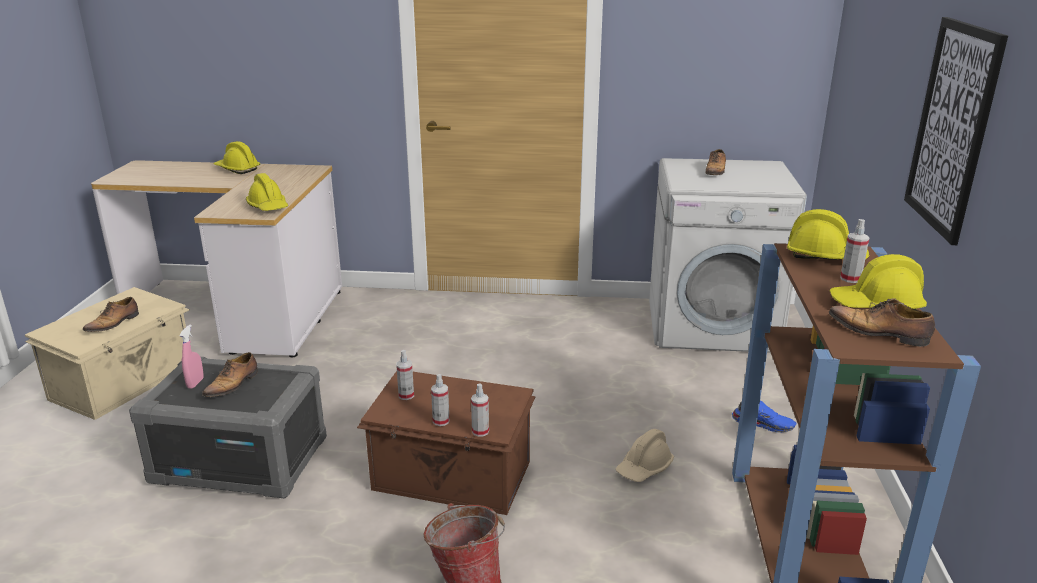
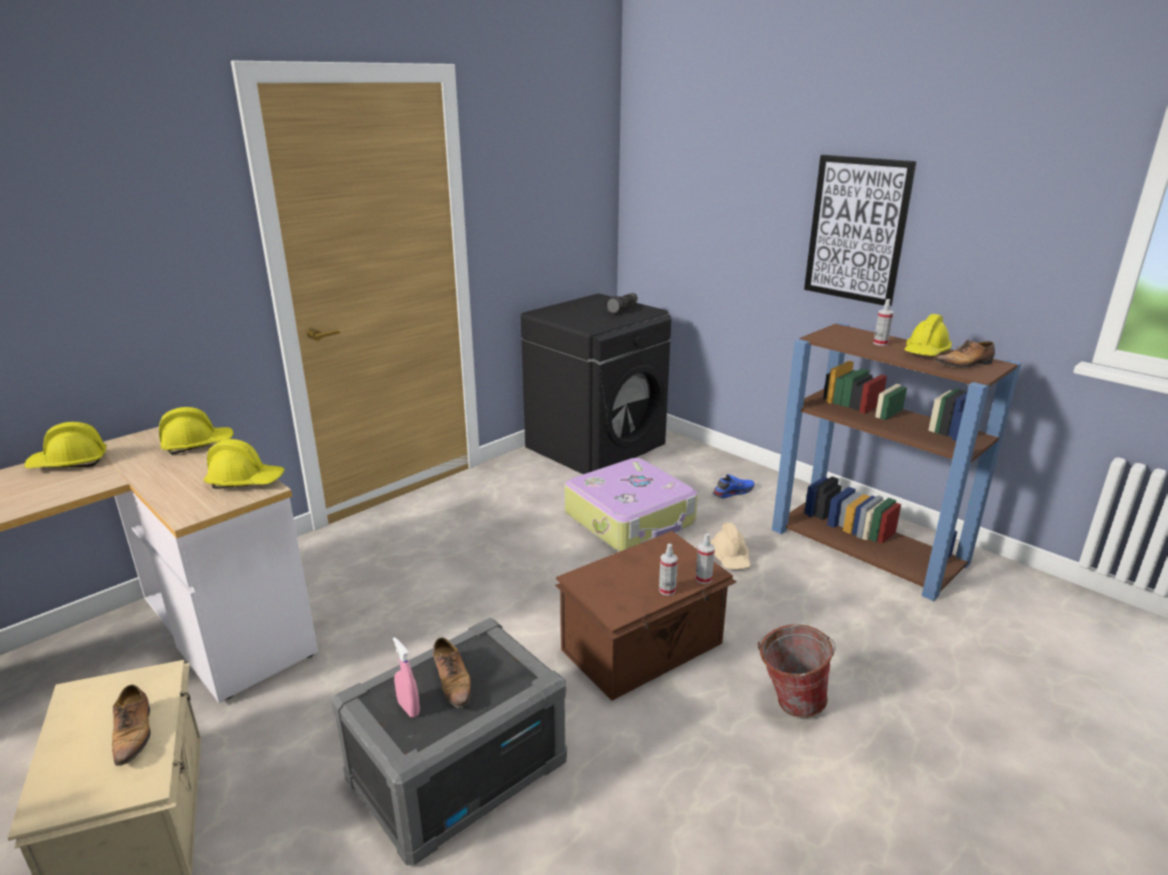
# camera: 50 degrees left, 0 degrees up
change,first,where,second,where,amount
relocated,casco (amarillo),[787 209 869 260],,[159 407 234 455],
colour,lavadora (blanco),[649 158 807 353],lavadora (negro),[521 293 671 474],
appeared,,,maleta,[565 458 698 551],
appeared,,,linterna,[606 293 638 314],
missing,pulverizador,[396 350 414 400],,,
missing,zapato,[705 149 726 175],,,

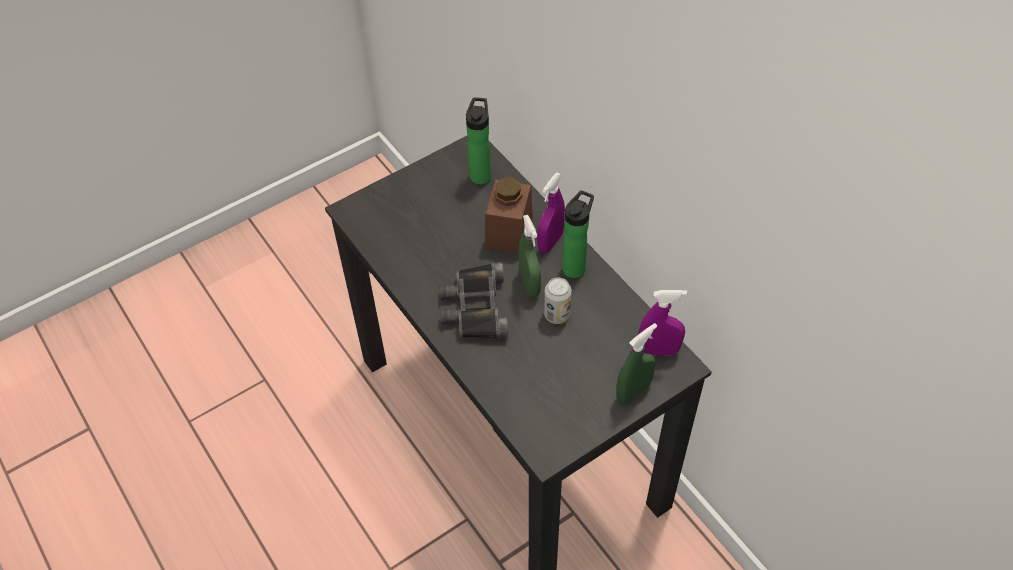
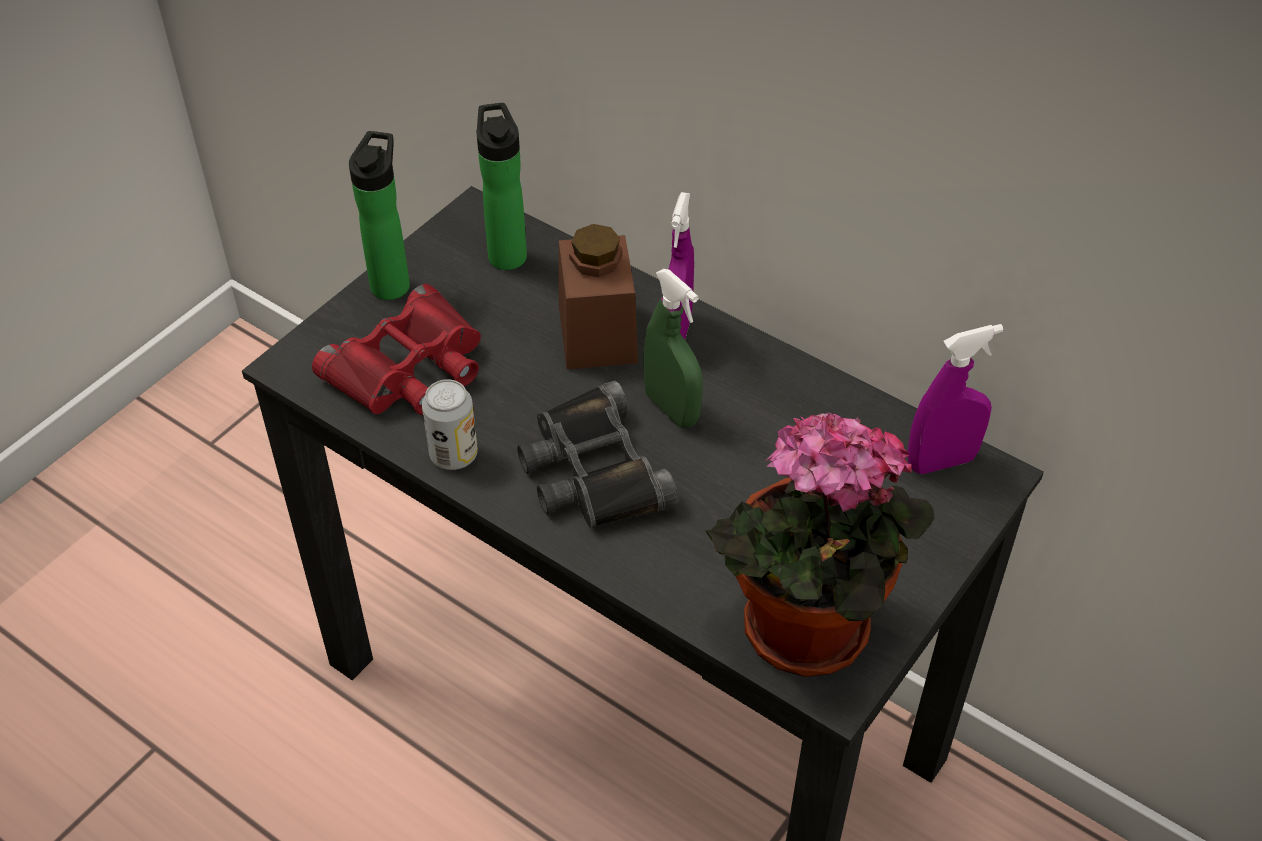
# camera: 20 degrees left, 5 degrees down
change,first,where,second,where,amount
appeared,,,prismáticos (rojo),[312 284 481 415],
relocated,botella,[563 190 594 278],,[349 131 410 300],
relocated,lata,[544 278 572 324],,[422 379 478 470],
appeared,,,planta en maceta,[705 412 934 677],
missing,pulverizador (verde),[616 323 657 404],,,

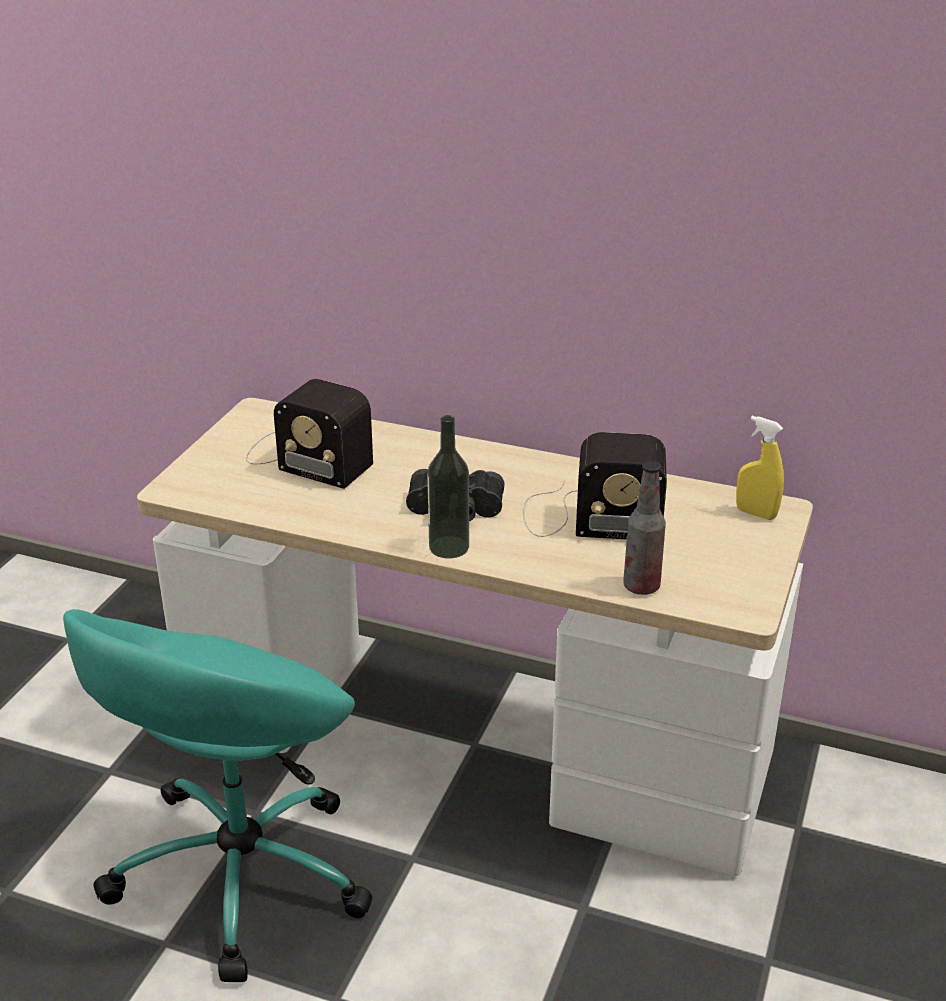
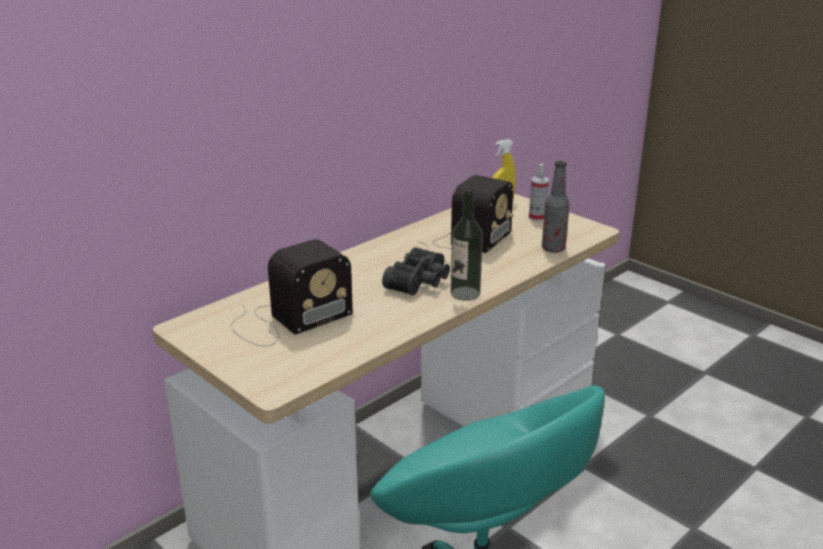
# camera: 65 degrees left, 5 degrees down
change,first,where,second,where,amount
appeared,,,pulverizador,[529 164 549 221],

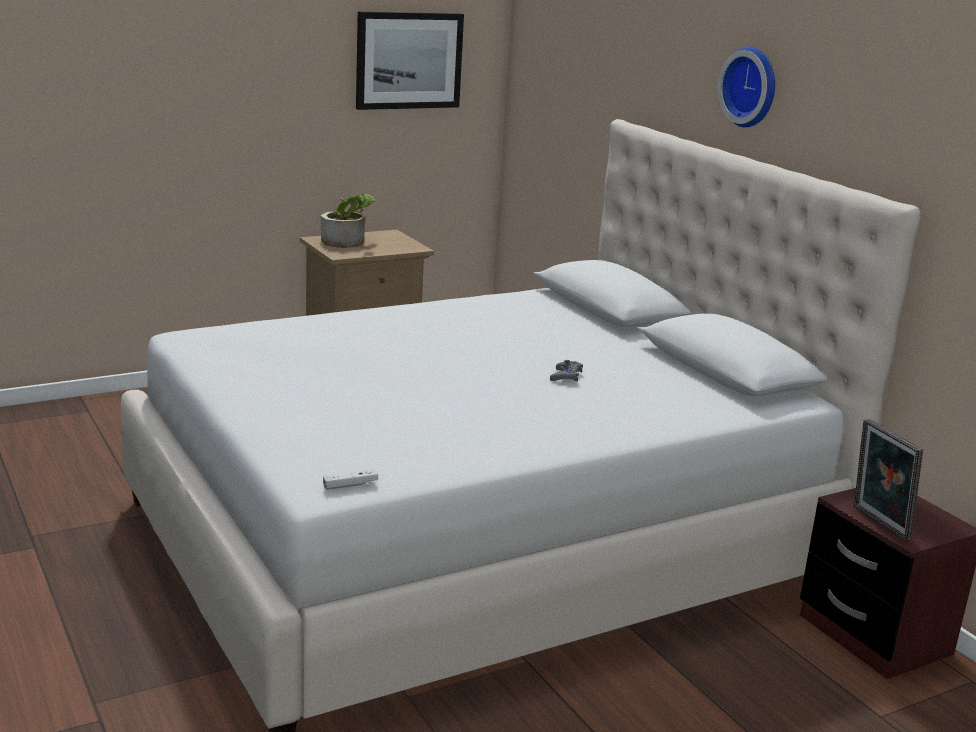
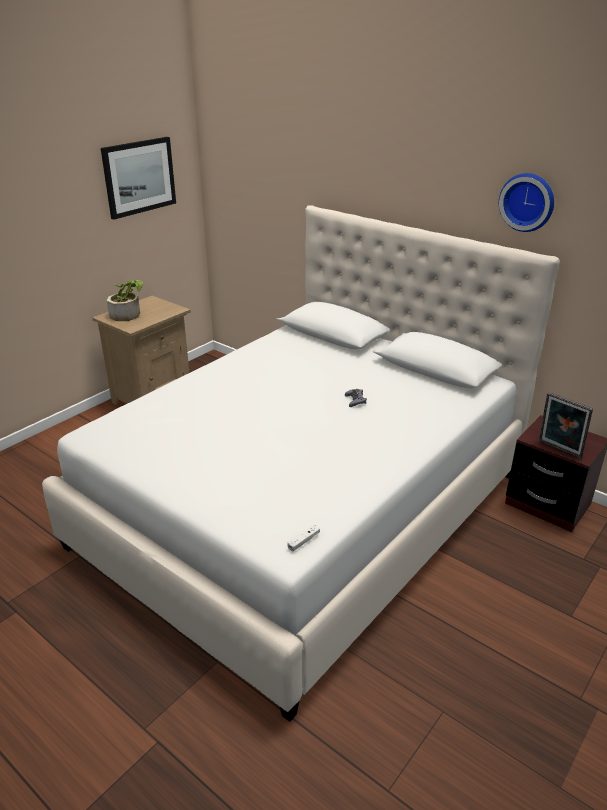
# camera: 20 degrees left, 10 degrees up
change,first,where,second,where,amount
relocated,reloj de pared,[717 46 775 127],,[499 173 554 232],

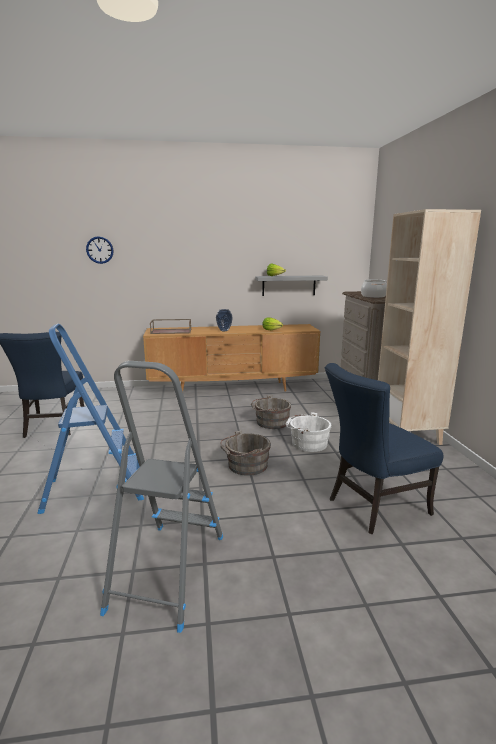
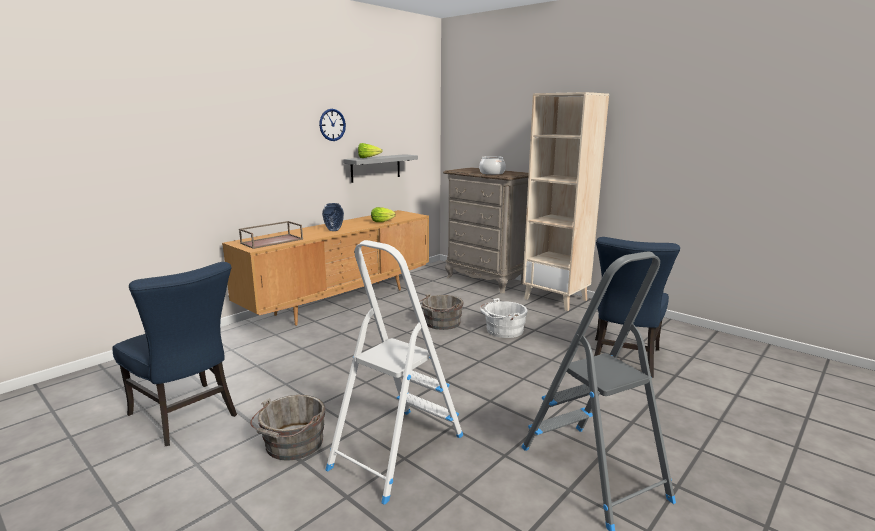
# camera: 40 degrees left, 0 degrees up
change,first,where,second,where,amount
relocated,cubo (gris),[220 431 271 476],,[250 395 325 460],
relocated,reloj de pared,[86 236 114 264],,[319 109 346 141],
colour,escalera de tijera (azul),[37 324 144 514],escalera de tijera (blanco),[326 240 463 505],

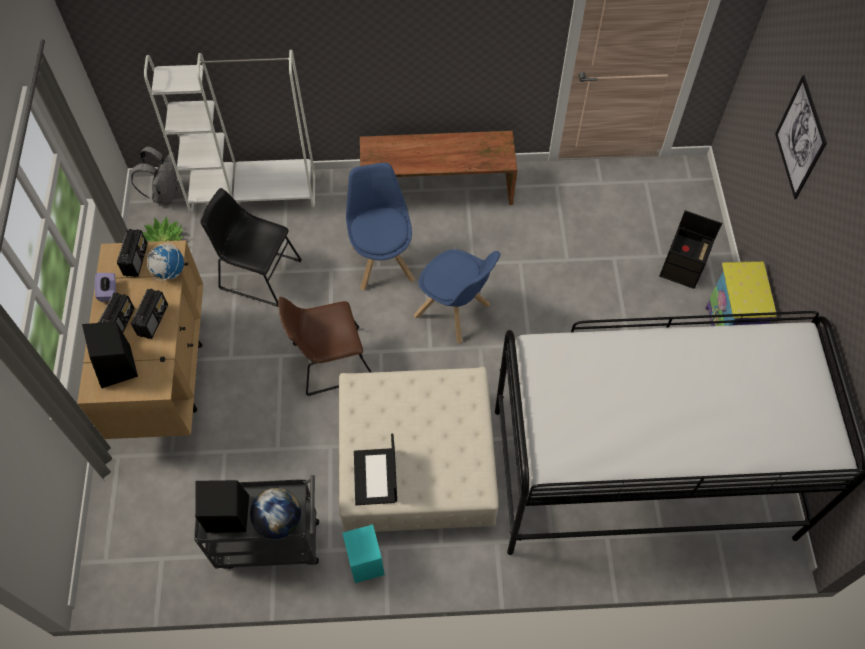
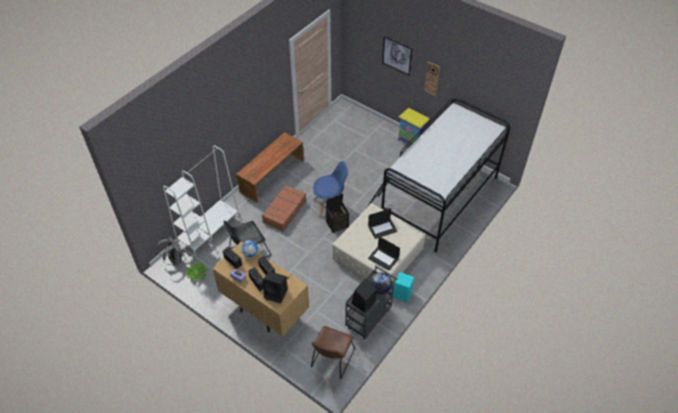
# camera: 50 degrees left, 10 degrees down
change,first,where,second,where,amount
exchanged,silla (azul),[346 163 415 291],maleta (marrón),[262 185 306 232],
relocated,silla (marrón),[278 297 371 396],,[311 326 355 379],
relocated,caja de almacenaje (negro),[659 210 722 289],,[326 194 349 233],
appeared,,,portátil,[368 208 397 239],
appeared,,,reloj de pared,[424 62 440 96],

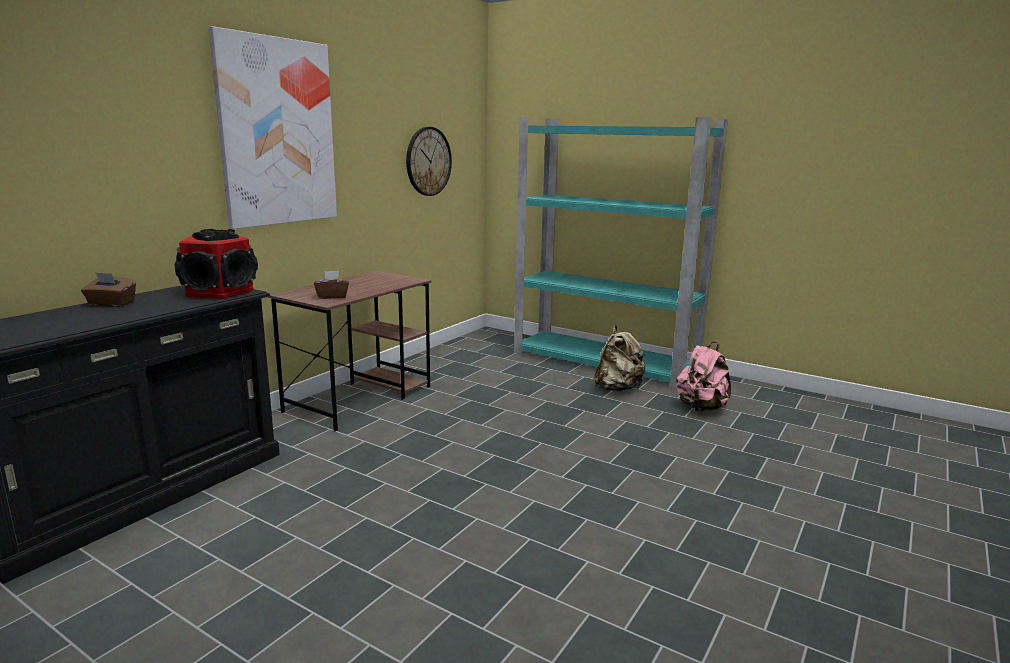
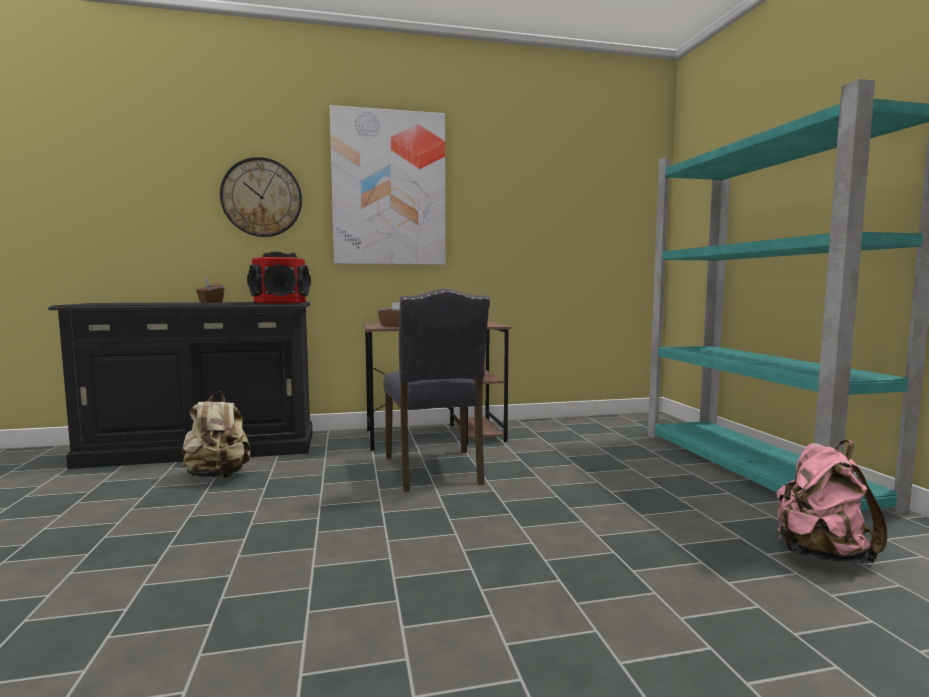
# camera: 45 degrees right, 10 degrees down
change,first,where,second,where,amount
relocated,mochila (beis),[594 325 646 392],,[181 391 251 478],
relocated,reloj de pared,[406 127 452 196],,[220 157 302 237],
appeared,,,silla (gris),[383 289 490 492],

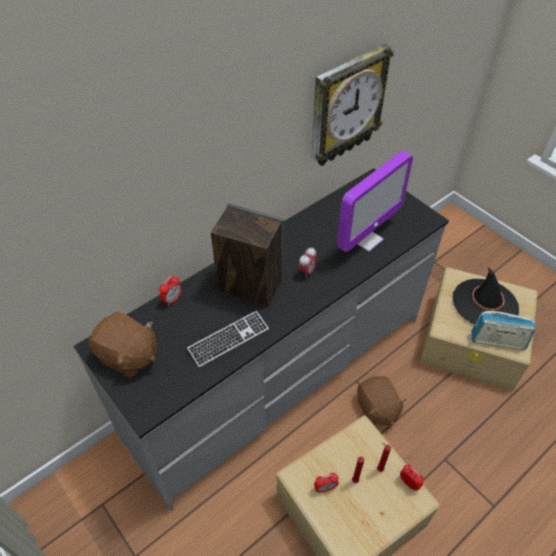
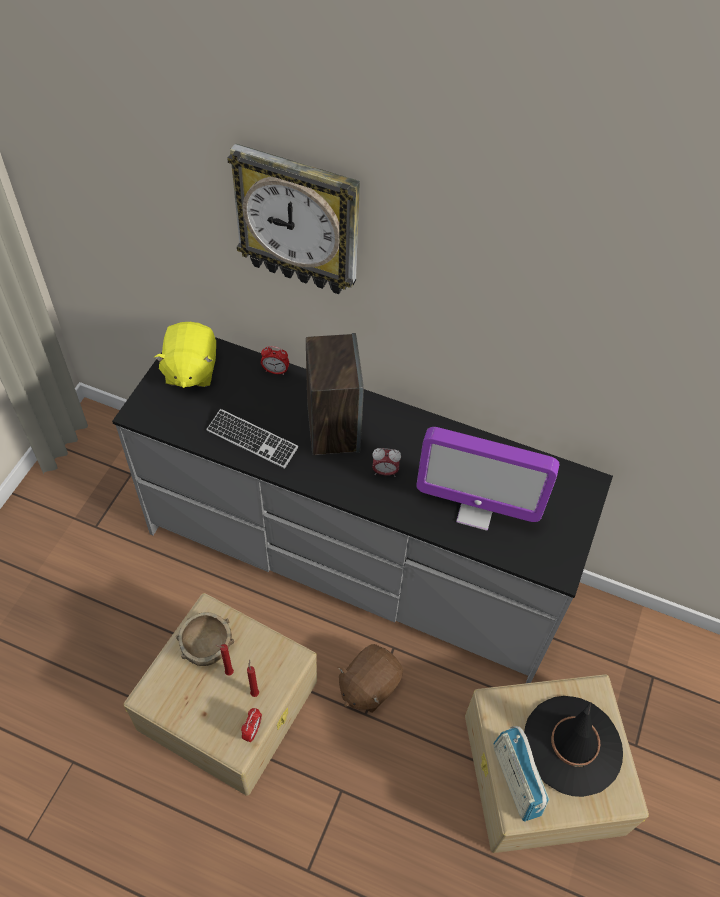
# camera: 60 degrees right, 5 degrees up
change,first,where,second,where,amount
colour,peluche (marrón),[88 312 157 378],peluche (amarillo),[154 322 216 388],
exchanged,despertador,[314 473 339 493],cuenco (marrón),[176 612 234 666],
relocated,reloj de pared,[311 44 394 166],,[227 144 360 294],

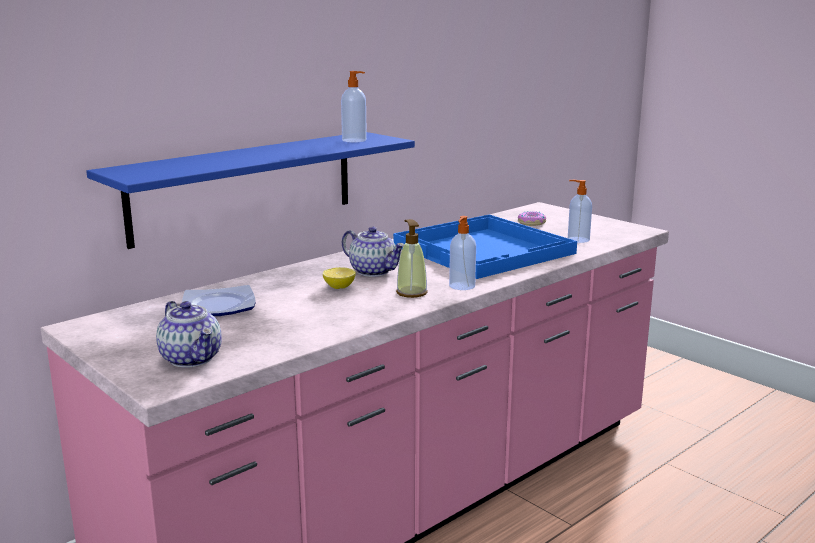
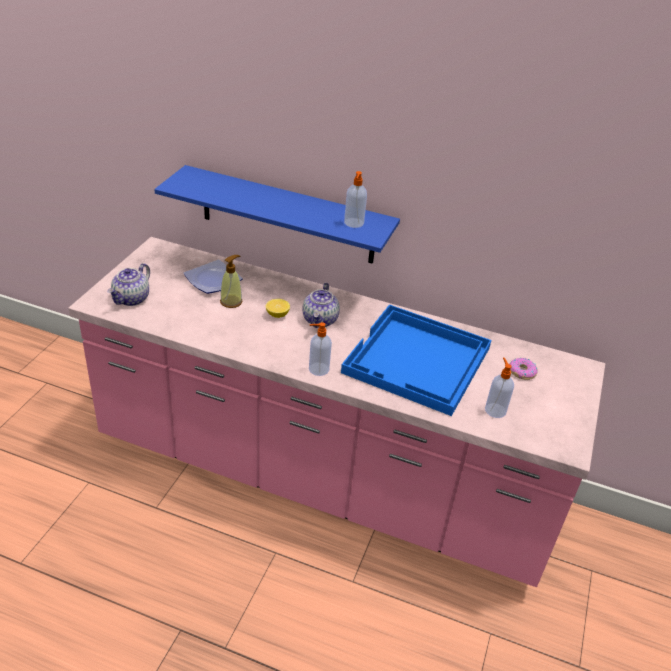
# camera: 60 degrees right, 20 degrees up
change,first,where,second,where,amount
relocated,dispensador de jabón,[396 219 428 298],,[220 255 242 308],

